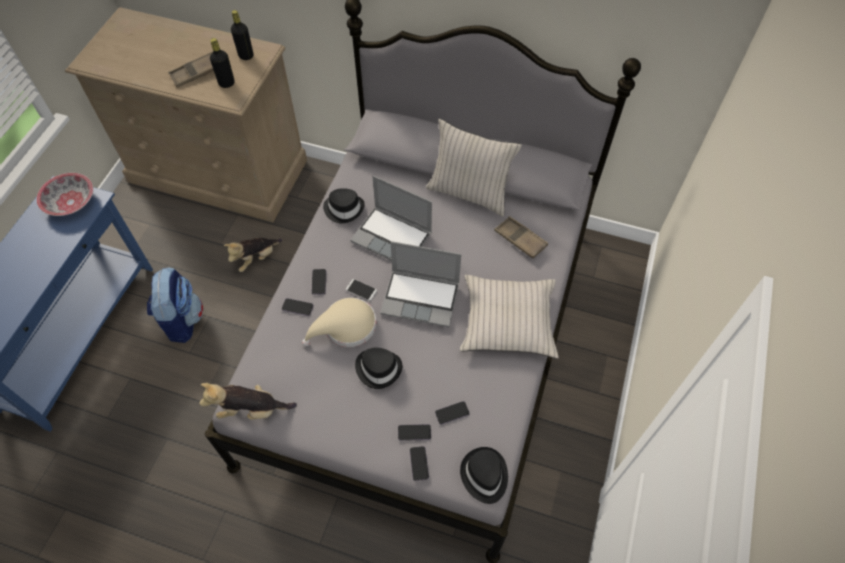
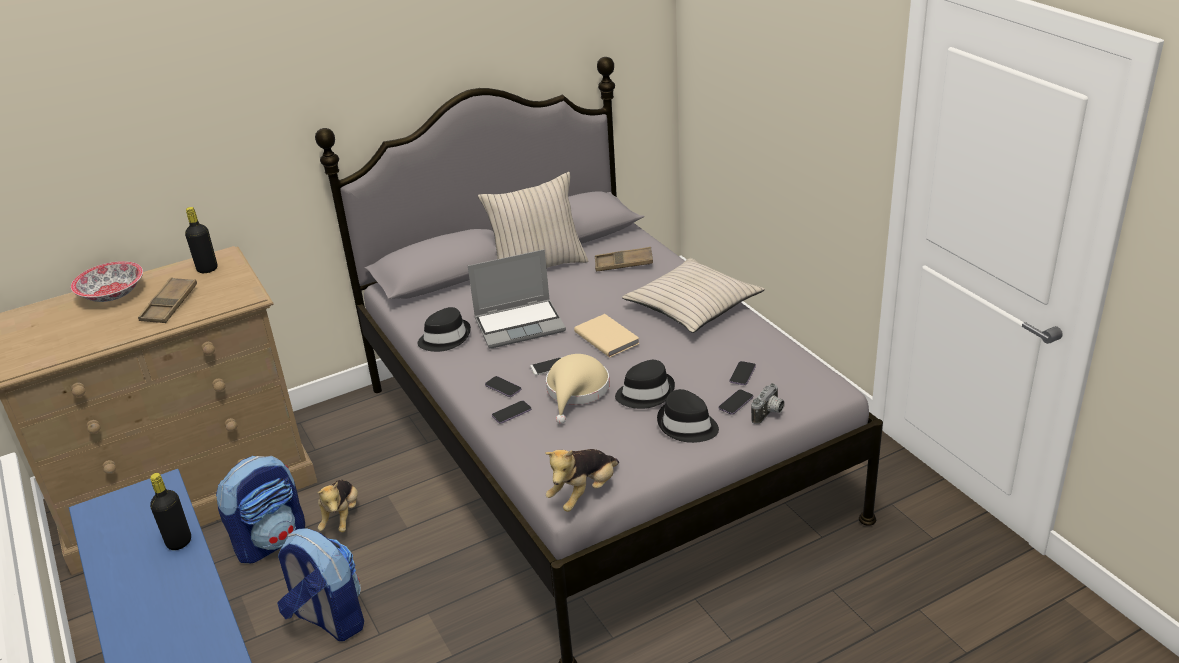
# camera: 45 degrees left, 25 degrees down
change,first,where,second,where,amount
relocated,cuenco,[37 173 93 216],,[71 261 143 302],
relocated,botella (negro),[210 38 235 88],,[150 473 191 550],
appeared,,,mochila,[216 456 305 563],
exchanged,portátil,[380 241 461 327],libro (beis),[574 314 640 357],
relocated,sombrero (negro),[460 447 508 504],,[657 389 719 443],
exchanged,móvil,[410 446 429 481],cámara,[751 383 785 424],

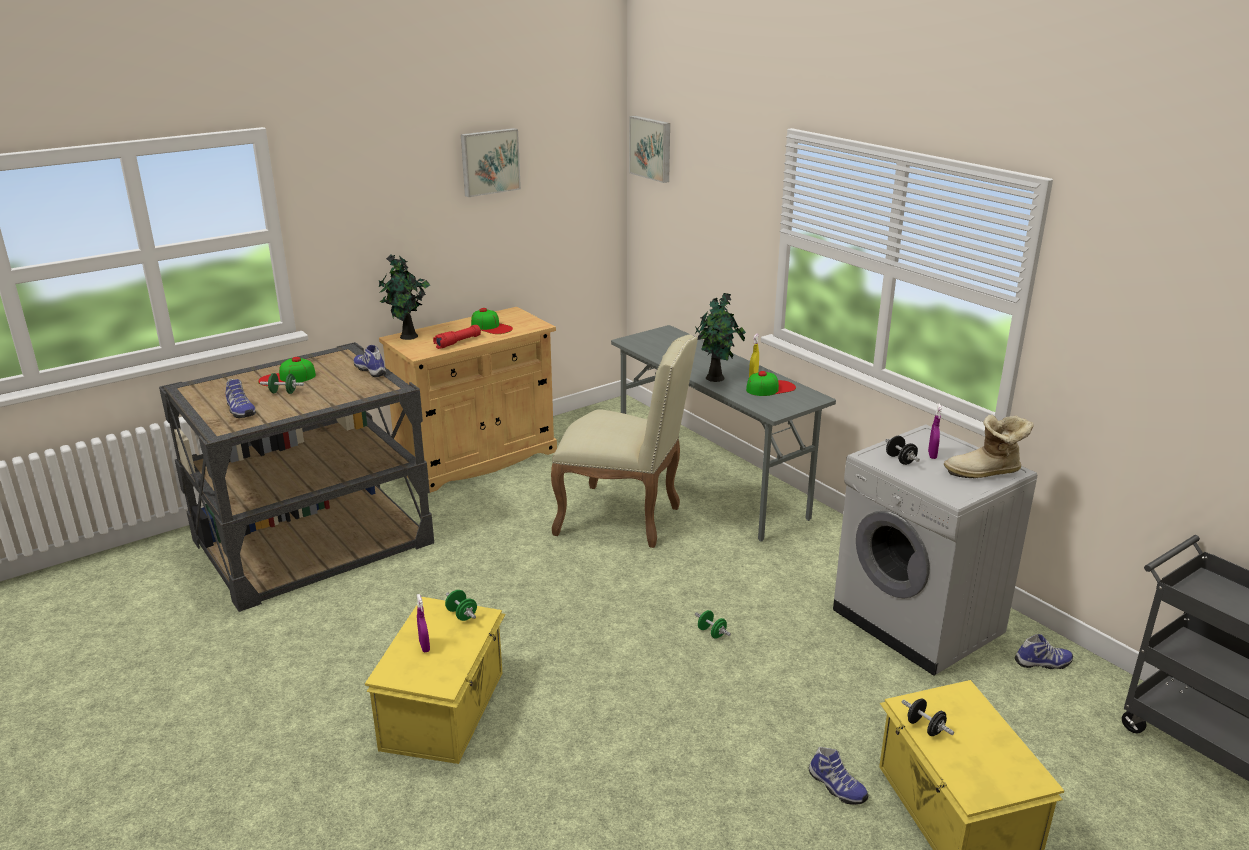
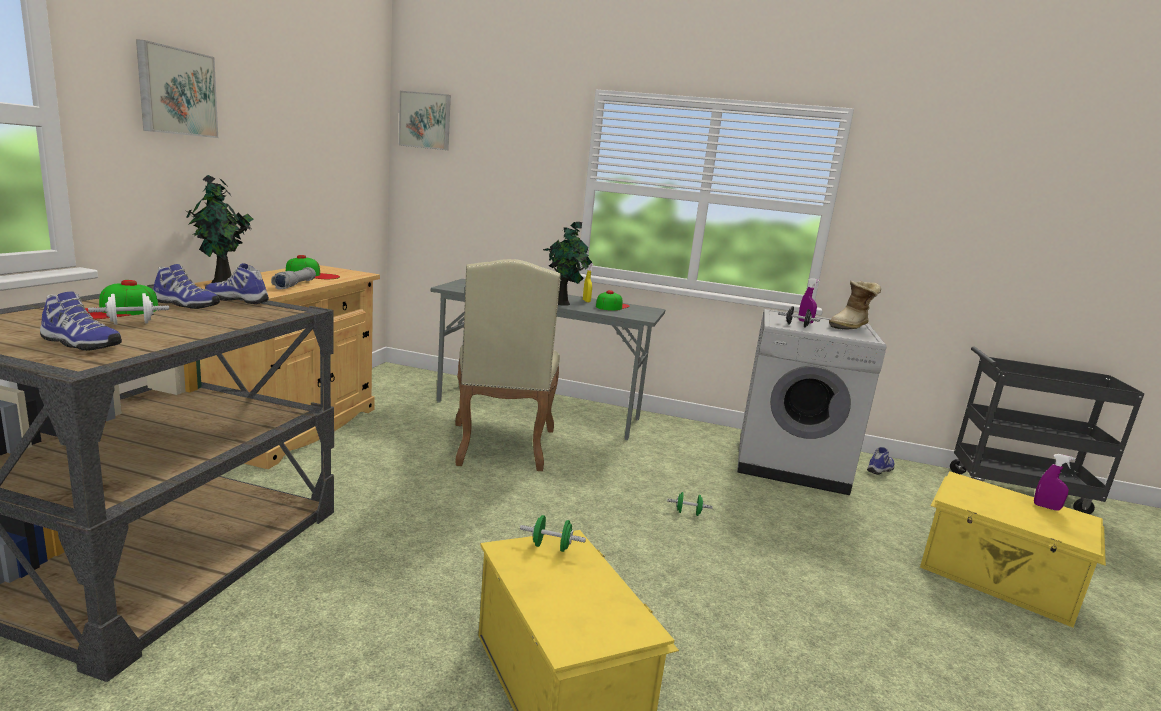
# camera: 40 degrees left, 10 degrees down
change,first,where,second,where,amount
colour,mancuerna (verde),[260 373 304 394],mancuerna (blanco),[88 293 169 325],
relocated,cuadro,[461 128 521 197],,[136 39 218 138],
relocated,zapato,[809 747 868 805],,[153 264 220 309],
colour,linterna (rojo),[433 325 481 349],linterna (gris),[271 267 316 290],
spun,silla (beis),[551 334 698 548],,[455 259 561 471],105 degrees clockwise
relocated,pulverizador (morado),[417 594 430 652],,[1034 454 1076 511],
missing,mancuerna (negro),[901 698 954 736],,,

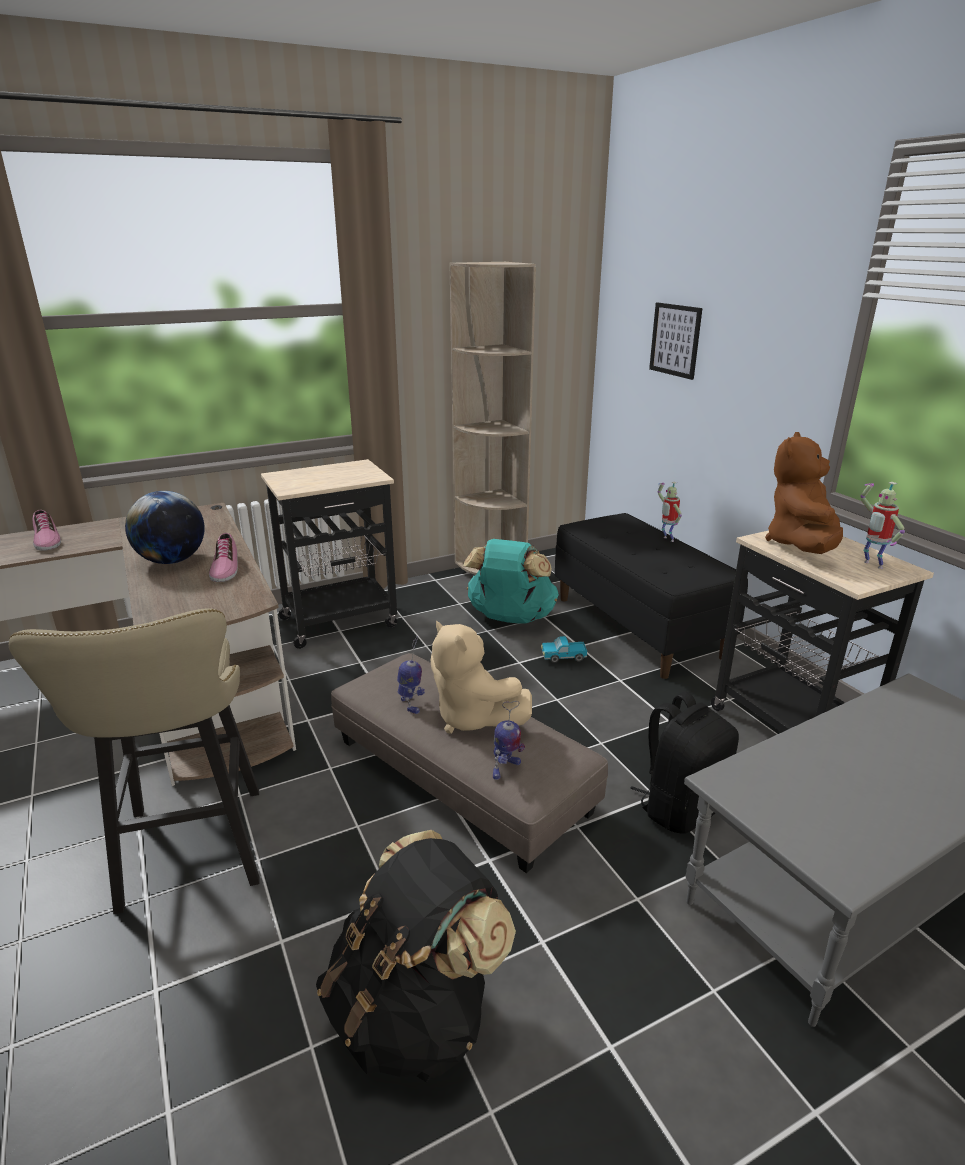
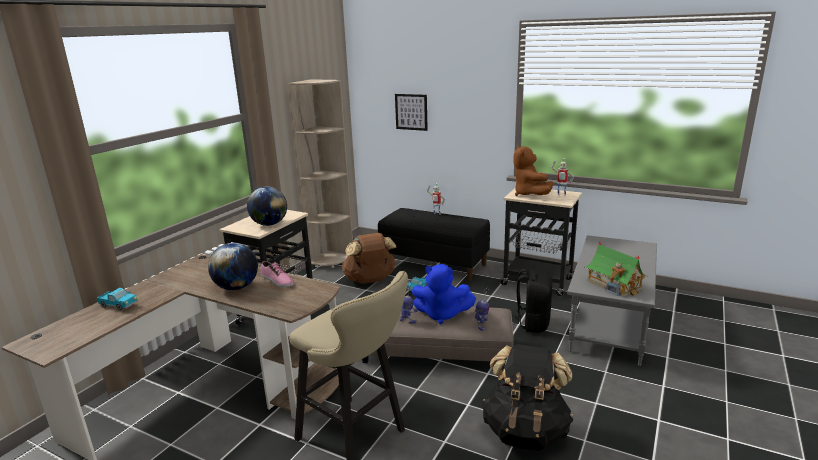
# camera: 35 degrees left, 5 degrees down
change,first,where,second,where,amount
exchanged,zapato,[33 510 61 551],camión de juguete,[97 288 138 311],
appeared,,,globo terráqueo,[247 186 287 226],
colour,mochila (turquesa),[464 539 559 624],mochila (marrón),[342 233 397 284],
colour,peluche (beis),[431 620 532 733],peluche (azul),[412 264 476 324],
appeared,,,casita,[585 242 649 297],

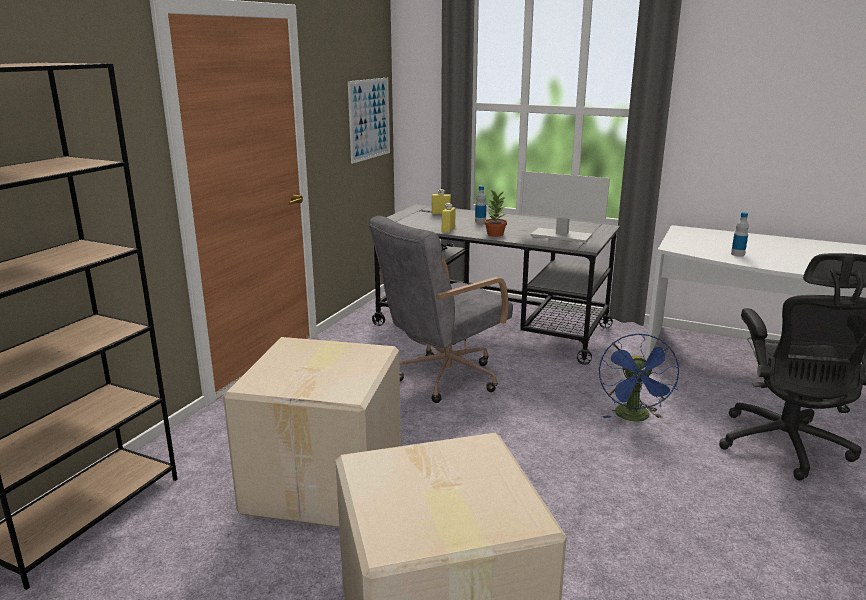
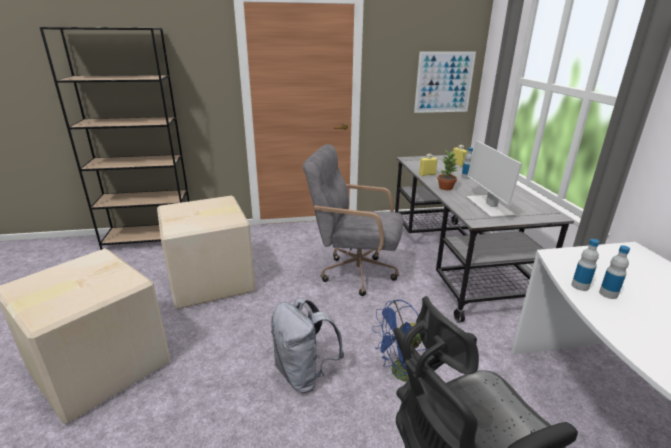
# camera: 55 degrees right, 5 degrees up
change,first,where,second,where,amount
appeared,,,mochila (gris),[271 298 344 393],
appeared,,,botella,[571 239 600 291],

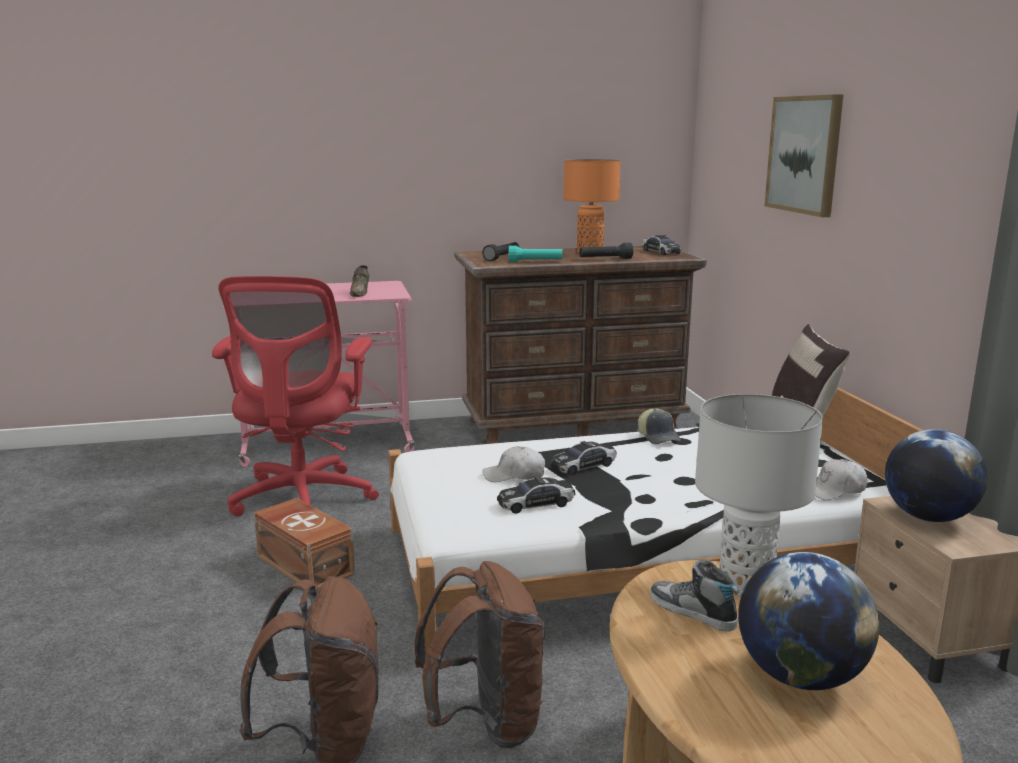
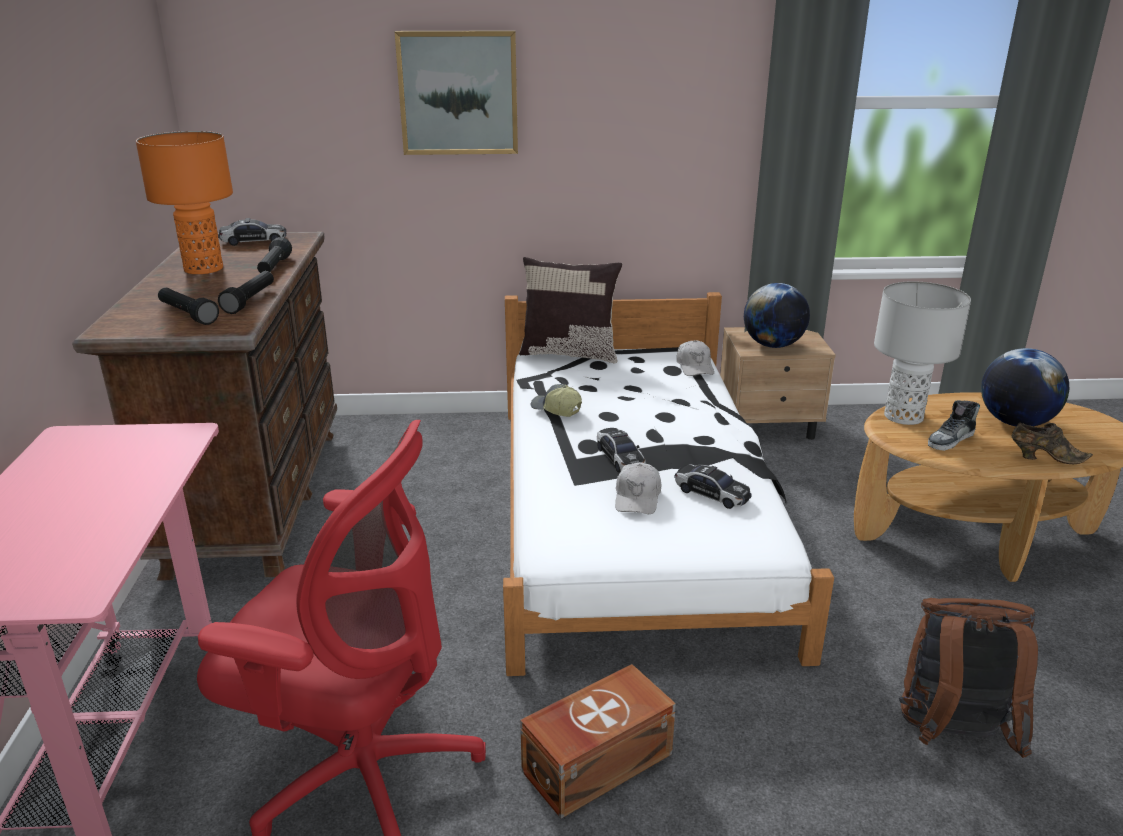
# camera: 80 degrees left, 10 degrees up
change,first,where,second,where,amount
colour,linterna (turquesa),[509 246 562 262],linterna (negro),[218 271 274 314],
spun,gorra,[638 408 681 444],,[531 384 582 417],135 degrees counterclockwise
spun,coche de juguete,[497 476 575 514],,[674 464 752 509],45 degrees counterclockwise
relocated,zapato (marrón),[350 265 370 297],,[1012 423 1093 464],
missing,mochila (marrón),[415 561 545 749],,,

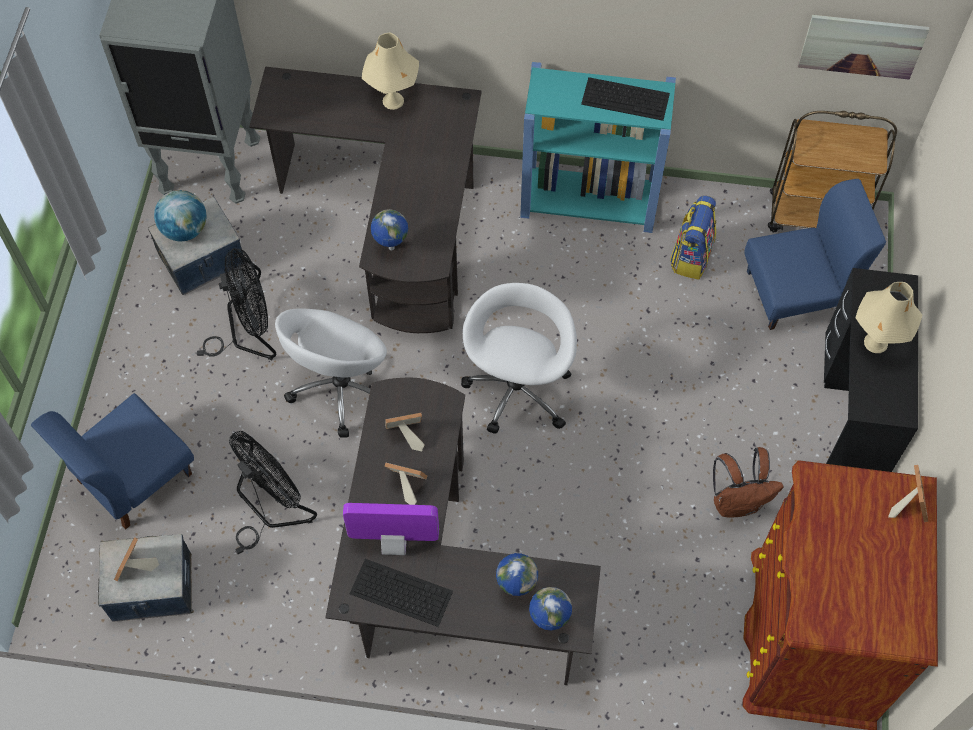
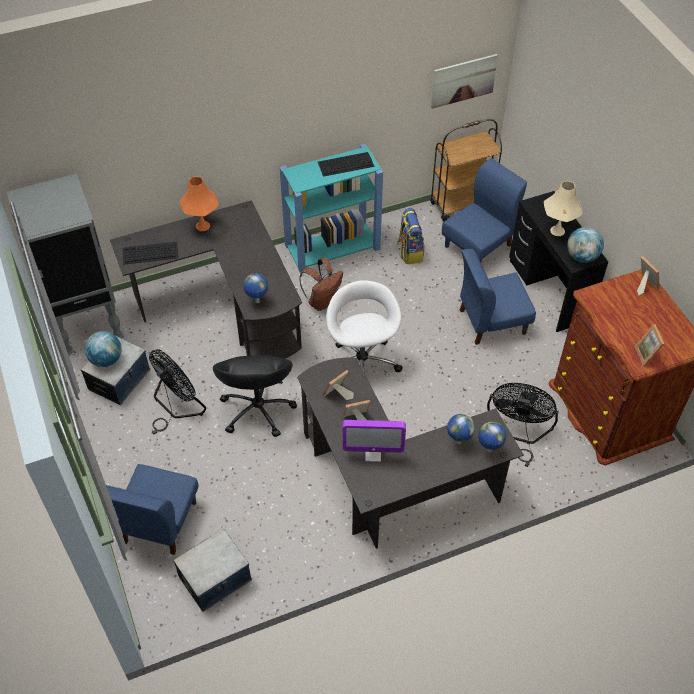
# camera: 30 degrees left, 10 degrees down
change,first,where,second,where,amount
relocated,teclado,[350 559 453 627],,[123 242 179 265],
colour,lámpara de mesa (beis),[362 33 419 110],lámpara de mesa (naranja),[180 177 219 231],
colour,silla de oficina (blanco),[275 308 387 438],silla de oficina (negro),[213 355 297 437],
relocated,mochila (marrón),[713 447 784 518],,[299 258 343 311],
spun,monitor,[343 503 439 555],,[342 420 406 462],150 degrees counterclockwise
appeared,,,silla (azul),[459 249 536 345],
relocated,ventilador (negro),[229 431 317 554],,[487 383 559 467],
appeared,,,globo terráqueo,[567 227 604 263],
relocated,portarretratos,[114 537 159 581],,[634 324 664 366],

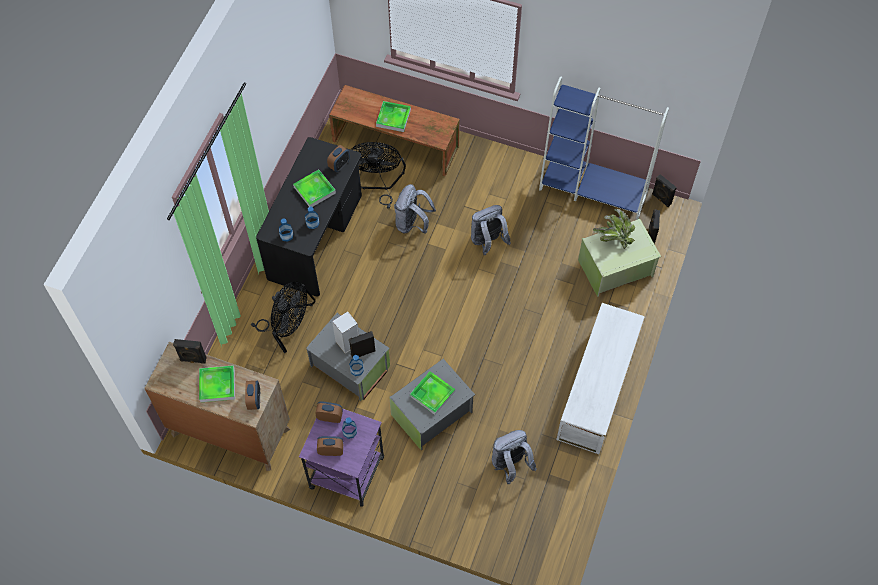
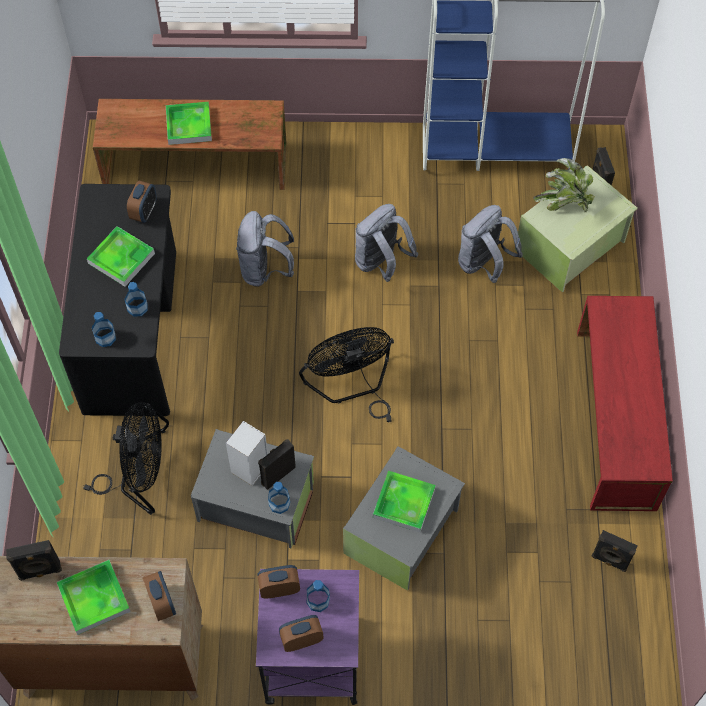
# camera: 20 degrees left, 0 degrees up
change,first,where,second,where,amount
relocated,ventilador (negro),[351 142 406 209],,[299 327 394 423],
relocated,mochila (gris),[492 430 537 484],,[458 205 523 283],
colour,banco (blanco),[556 303 645 454],banco (rojo),[577 296 673 511],
relocated,altavoz (negro),[652 174 677 207],,[592 530 637 572],

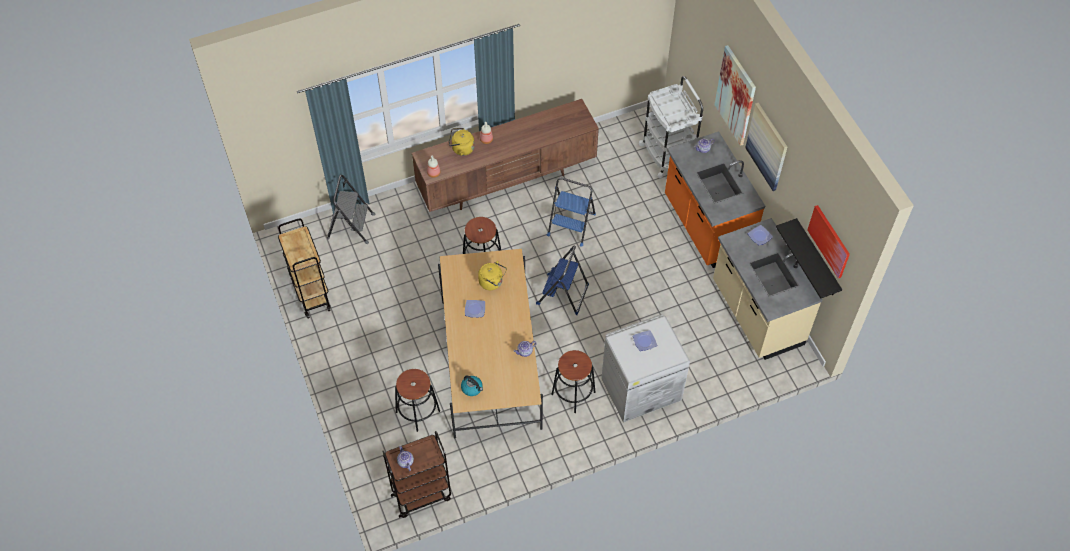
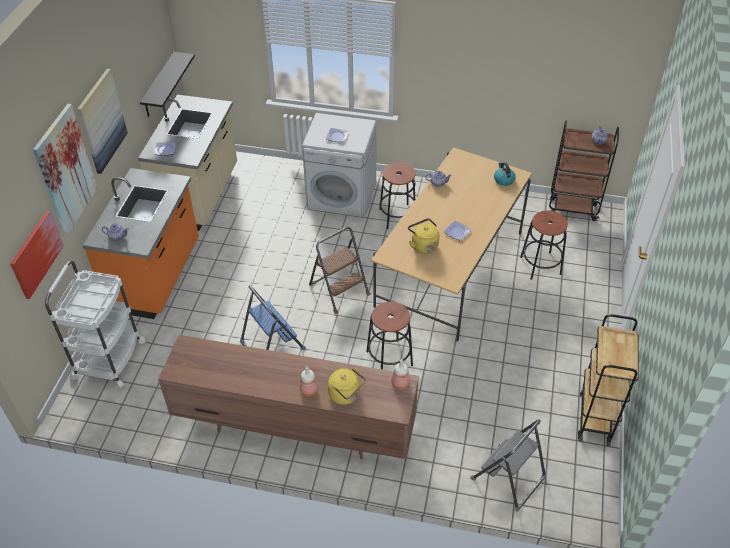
# camera: 145 degrees left, 10 degrees down
change,first,where,second,where,amount
relocated,cuadro,[807 205 850 278],,[10 211 63 299],
colour,escalera de tijera (azul),[536 246 589 315],escalera de tijera (marrón),[309 227 371 314],

